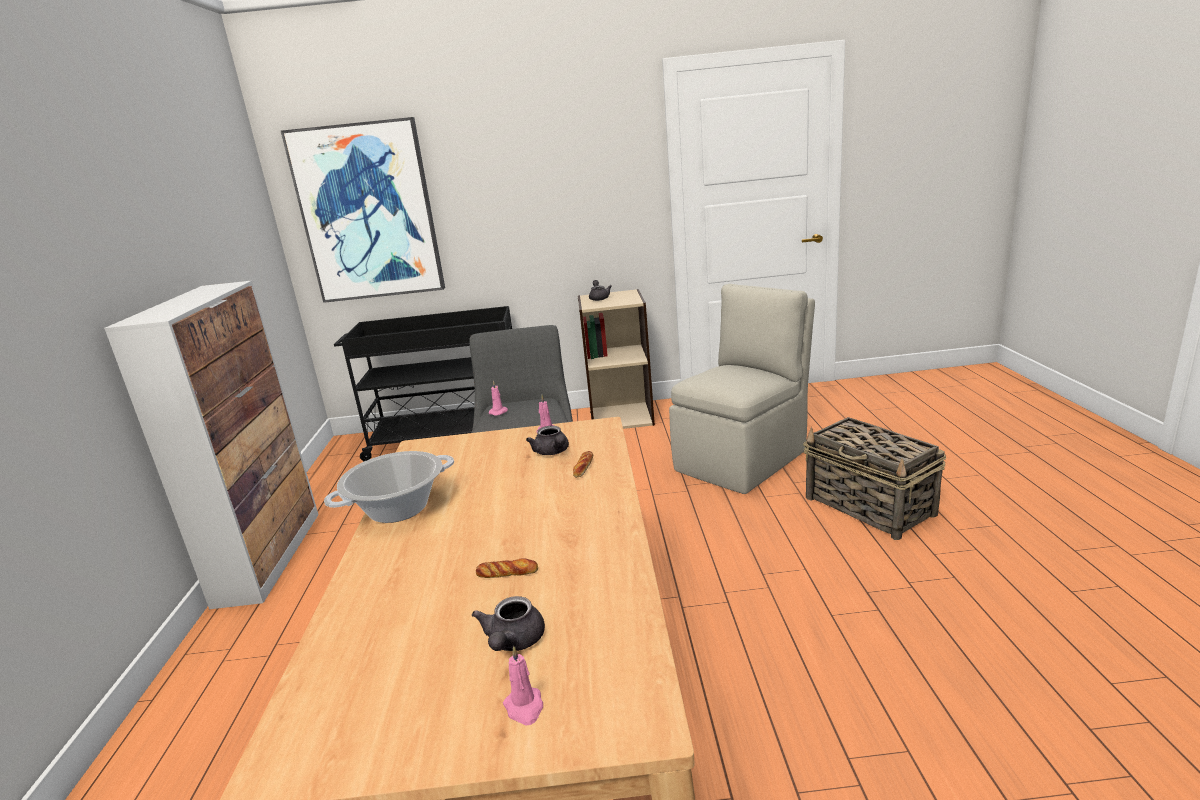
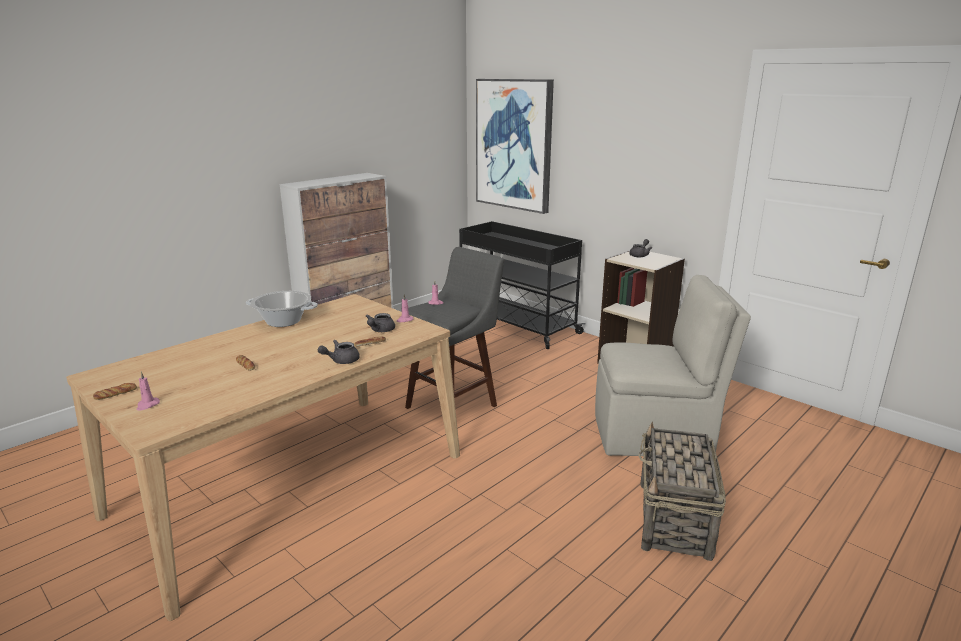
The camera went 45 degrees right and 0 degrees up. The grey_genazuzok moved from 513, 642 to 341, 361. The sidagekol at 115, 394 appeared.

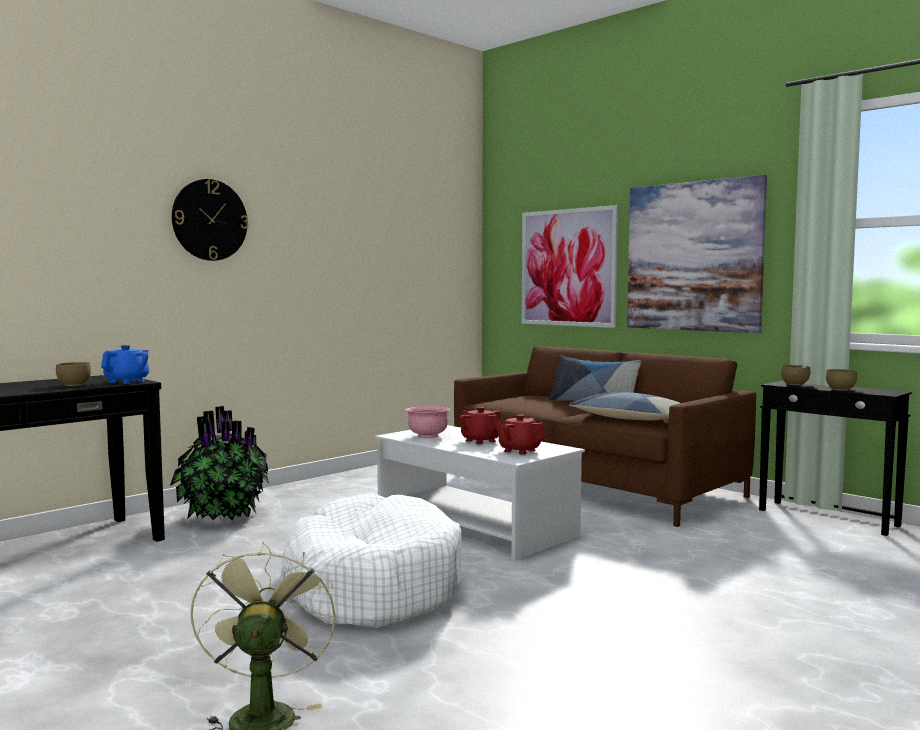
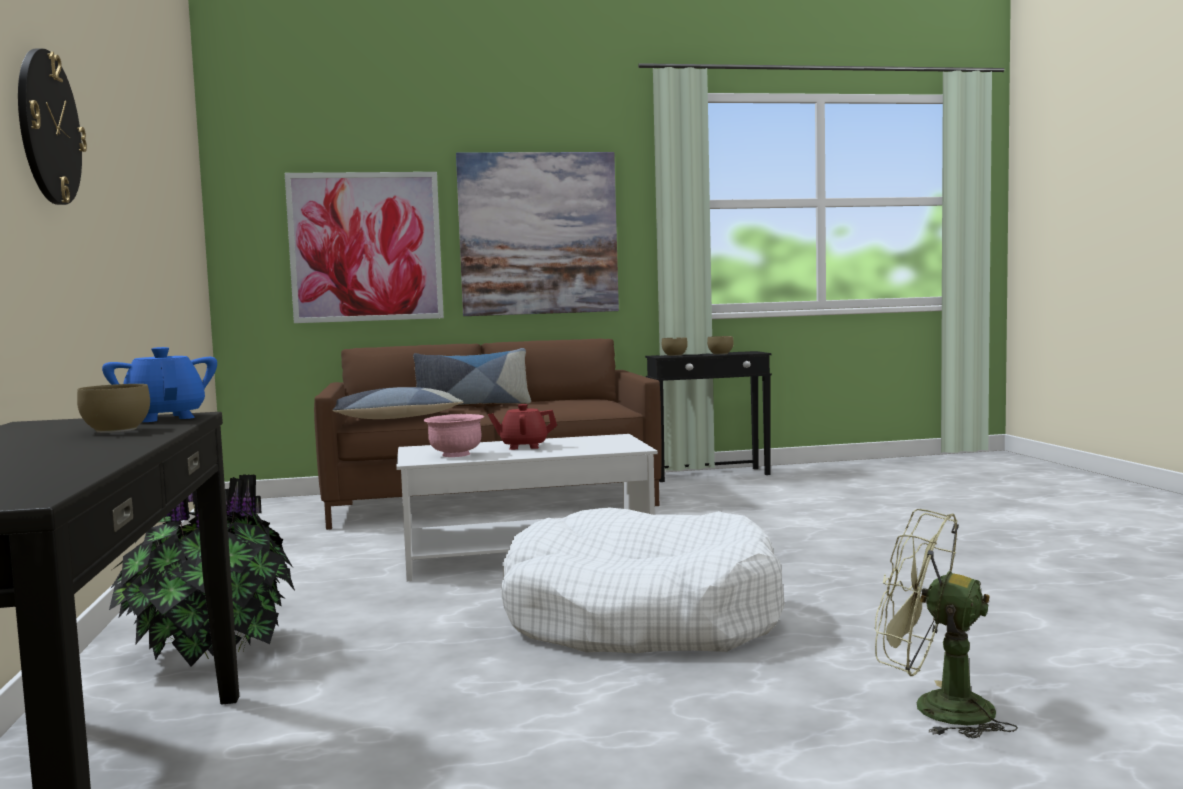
The camera went 55 degrees left and 0 degrees up. The red_genazuzok at 519, 451 disappeared. The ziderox moved from 629, 419 to 396, 418.

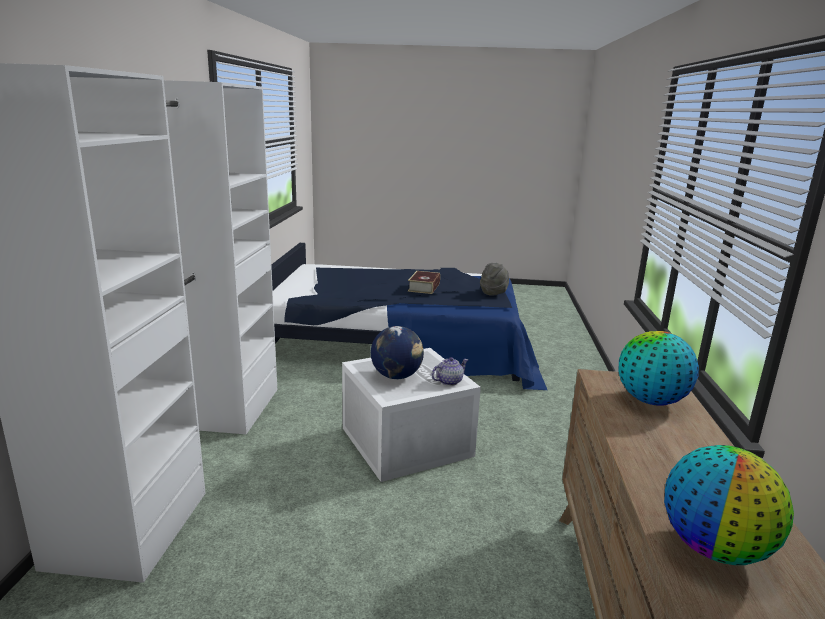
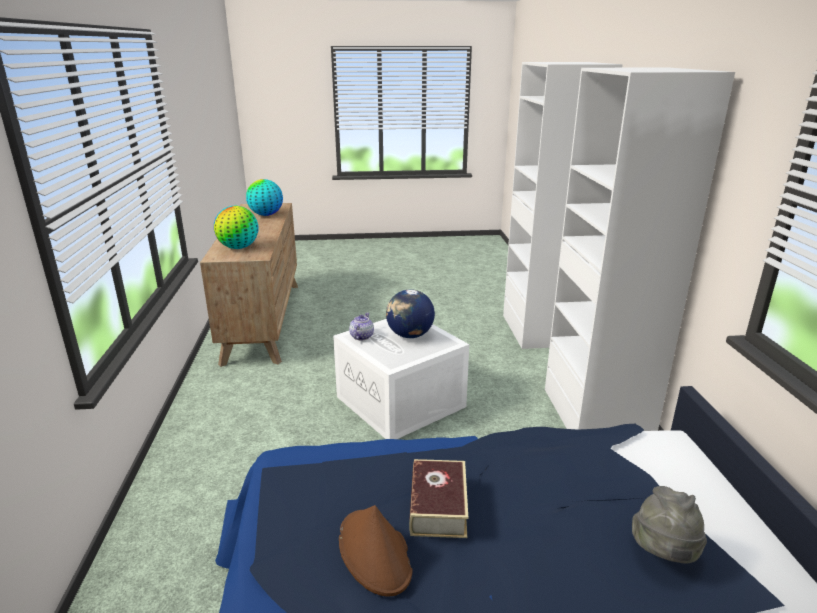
The camera went 170 degrees right and 5 degrees up. The genazuzok at 449, 381 turned 150 degrees clockwise. The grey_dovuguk moved from 493, 292 to 663, 554. The brown_dovuguk at 375, 552 appeared.

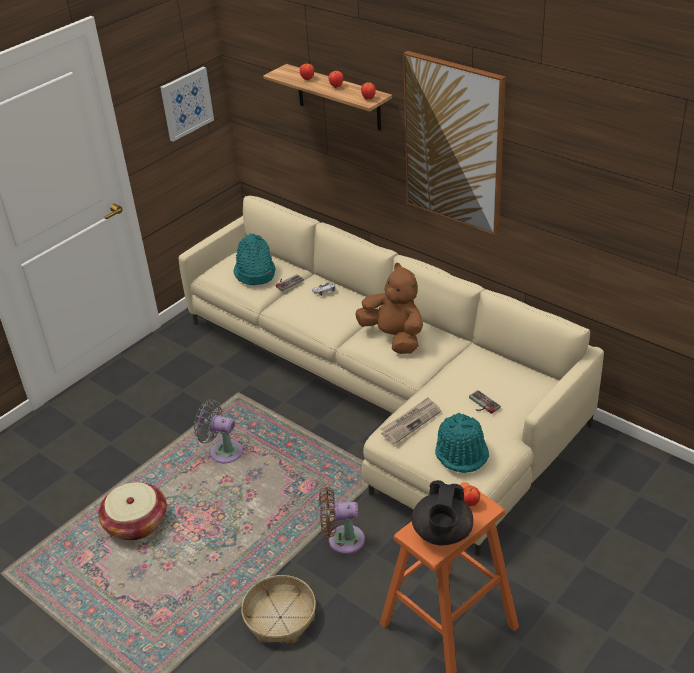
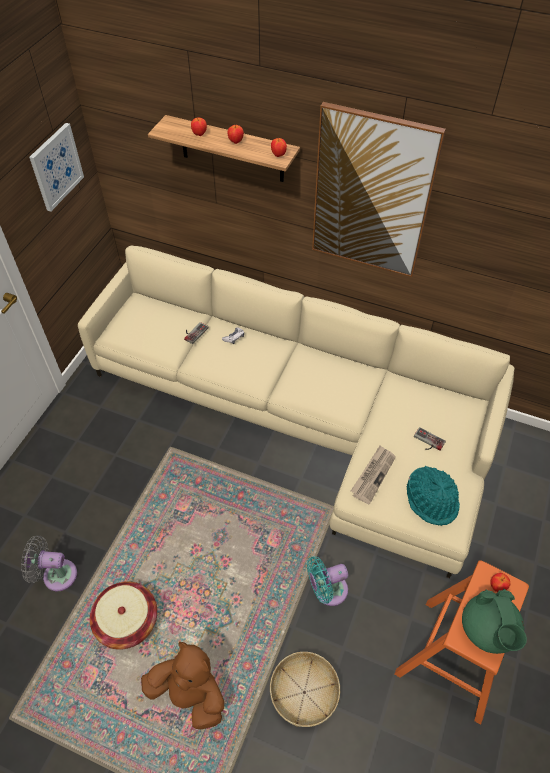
The camera went 20 degrees left and 15 degrees up. The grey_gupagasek moved from 223, 451 to 56, 575. The turquoise_dovuguk at 254, 273 disappeared. The brown_gupagasek at 342, 540 became the turquoise_gupagasek at 327, 590. The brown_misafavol moved from 394, 337 to 190, 694. The black_genazuzok at 442, 533 became the green_genazuzok at 488, 630.

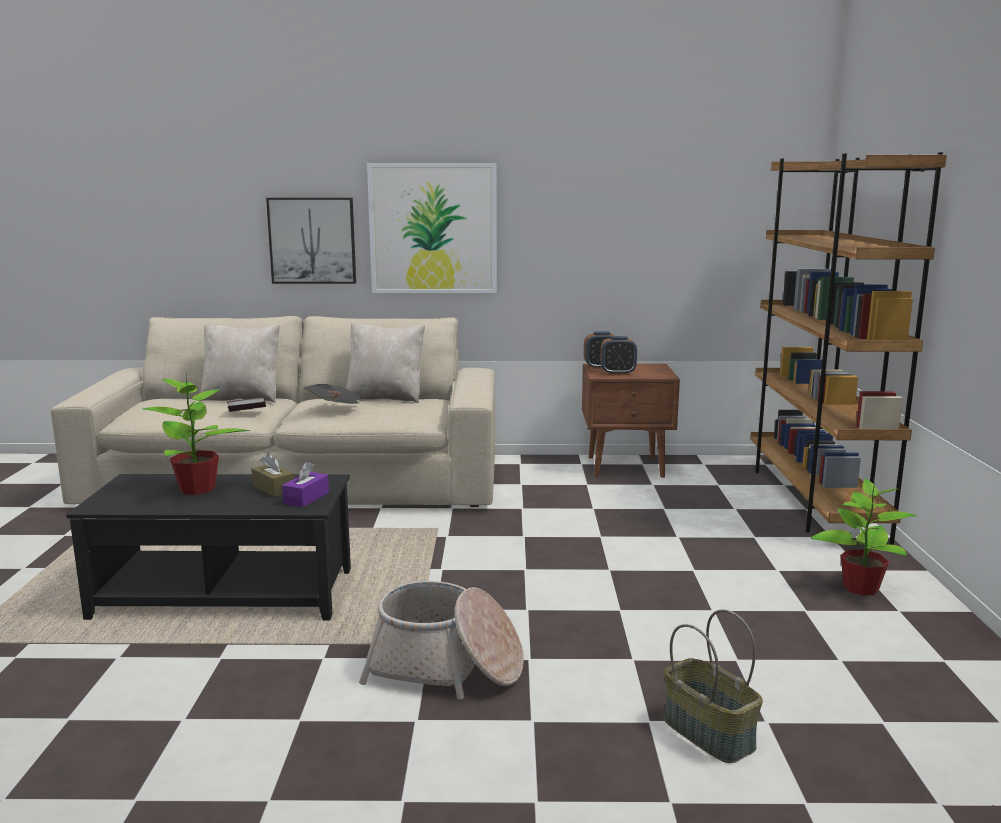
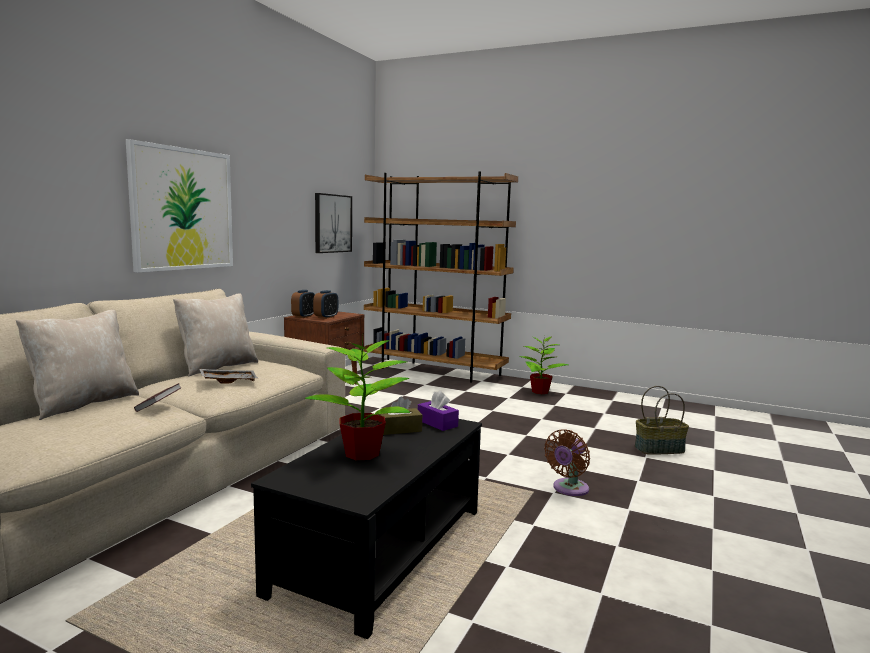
The camera went 65 degrees left and 5 degrees down. The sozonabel moved from 312, 240 to 332, 223. The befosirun at 336, 410 was replaced by the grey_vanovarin at 228, 381. The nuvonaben at 446, 667 was replaced by the brown_gupagasek at 568, 489.

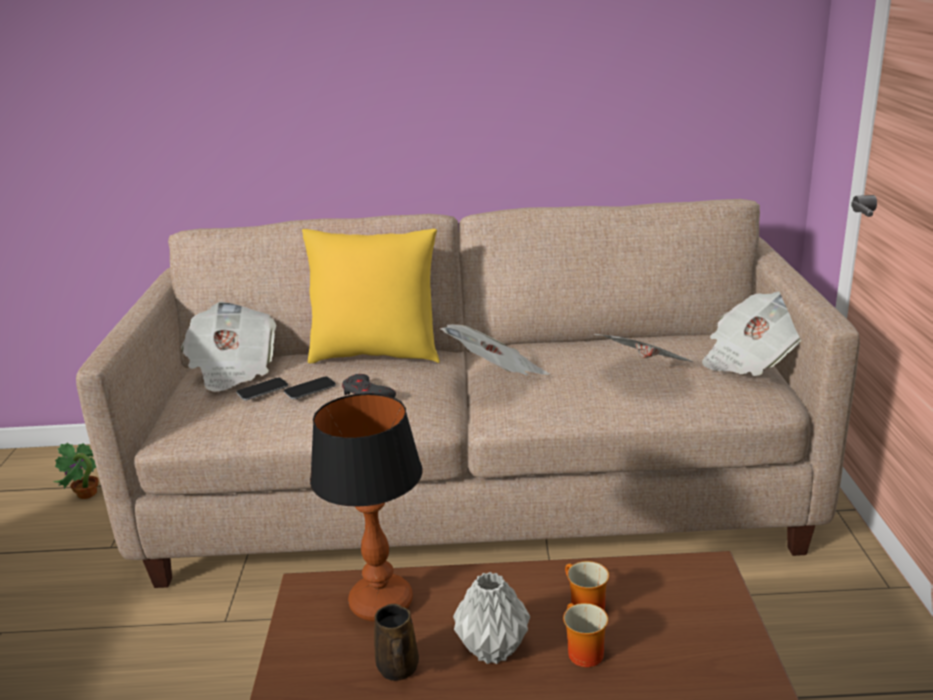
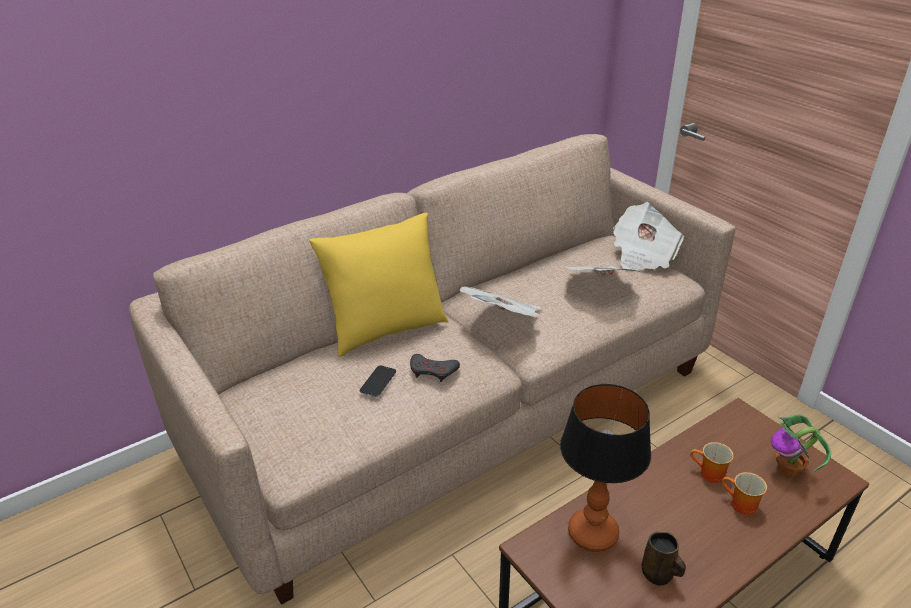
The camera went 35 degrees left and 10 degrees up. The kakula moved from 87, 494 to 789, 469. The befosirun at 233, 369 disappeared. The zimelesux at 262, 390 disappeared. The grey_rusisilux at 491, 651 disappeared.

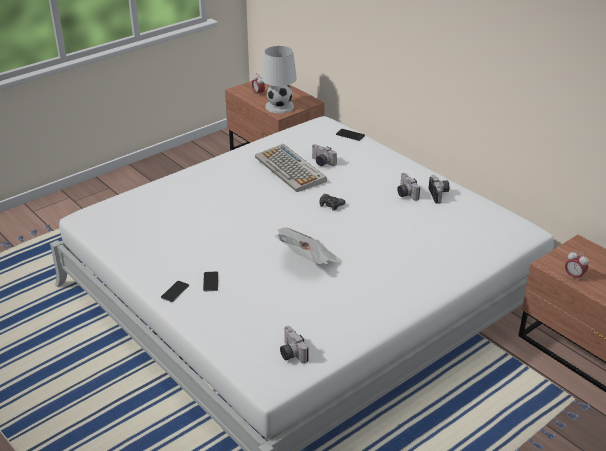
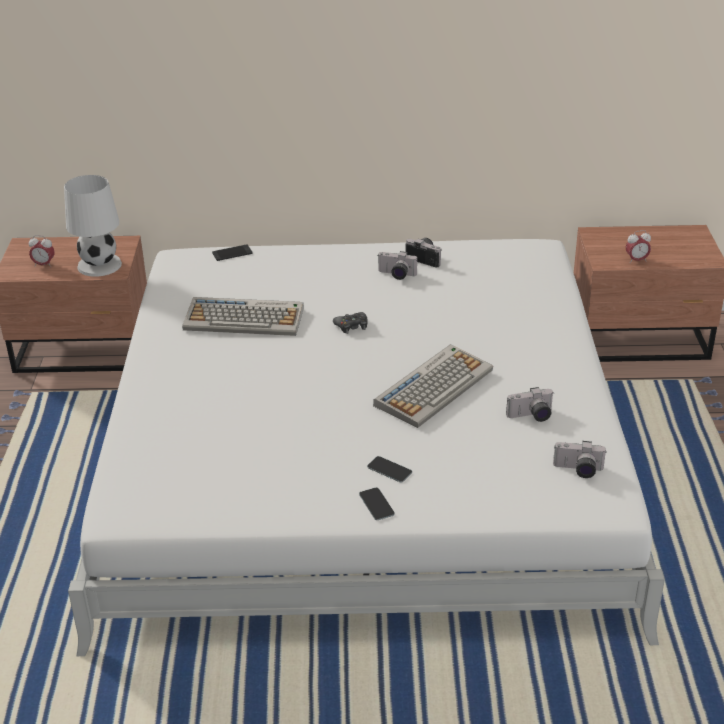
The camera went 50 degrees left and 0 degrees up. The befosirun at 308, 260 was replaced by the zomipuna at 434, 386. The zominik moved from 321, 162 to 531, 416.

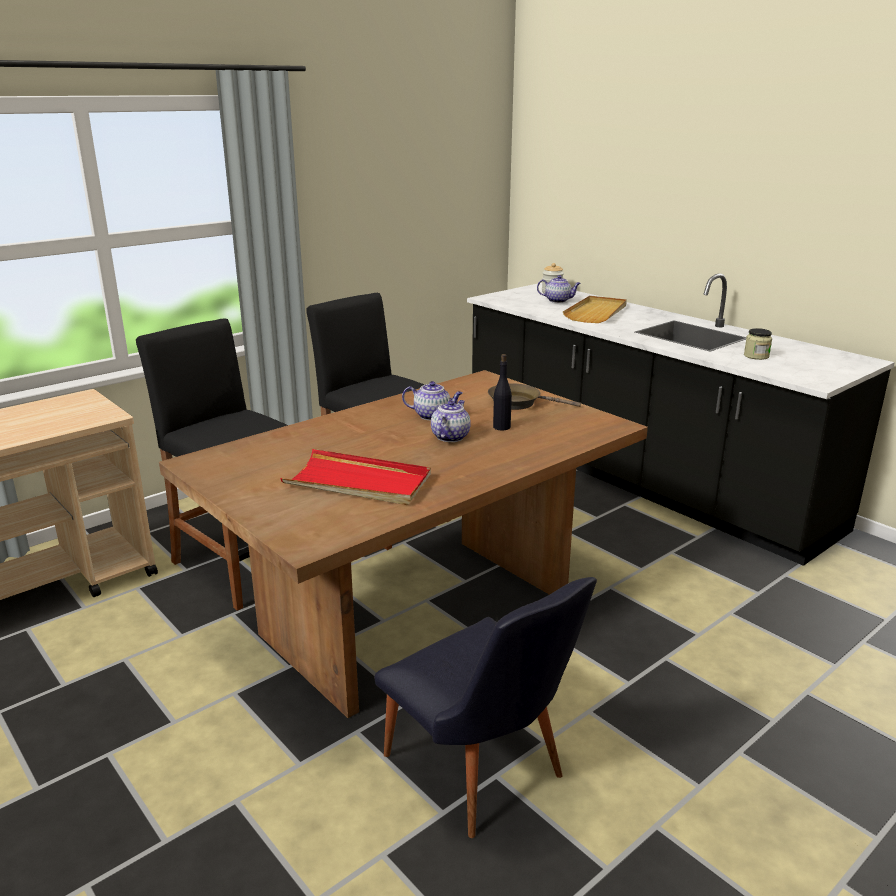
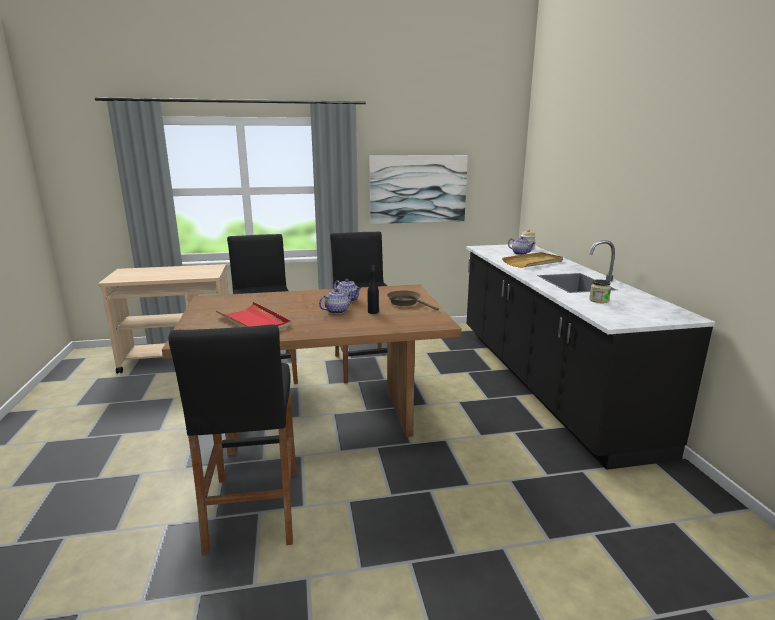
The camera went 30 degrees right and 5 degrees down. The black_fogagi at 483, 776 was replaced by the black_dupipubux at 253, 509. The sozonabel at 418, 189 appeared.

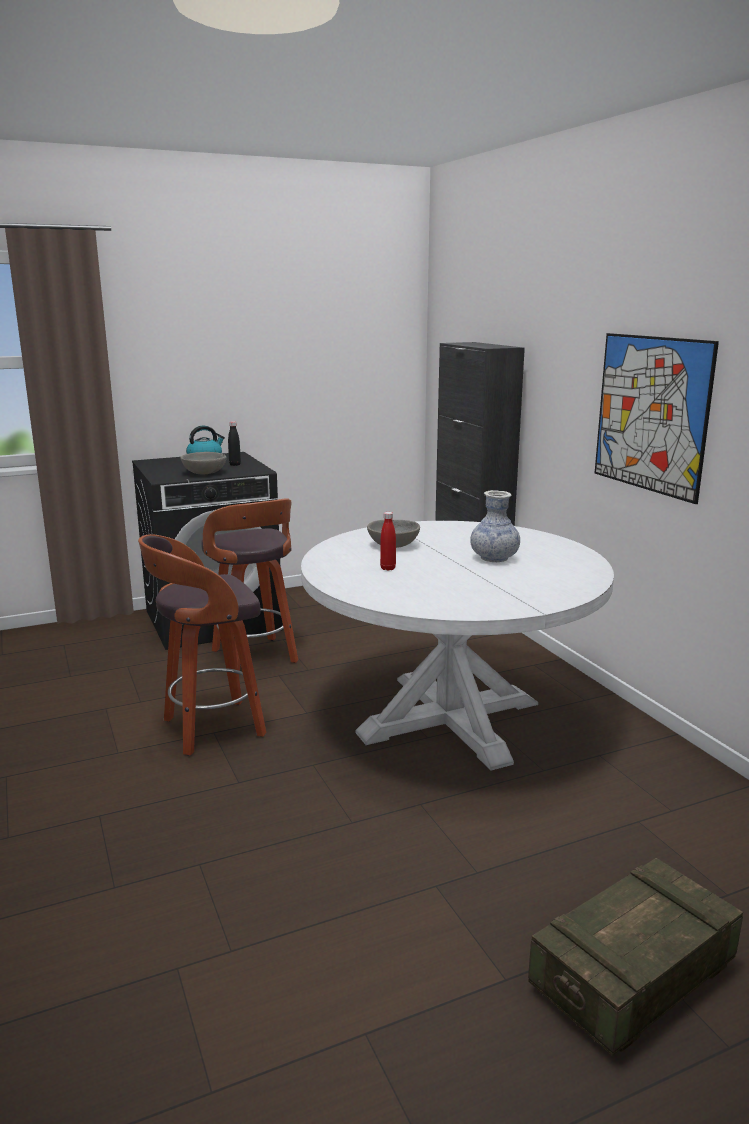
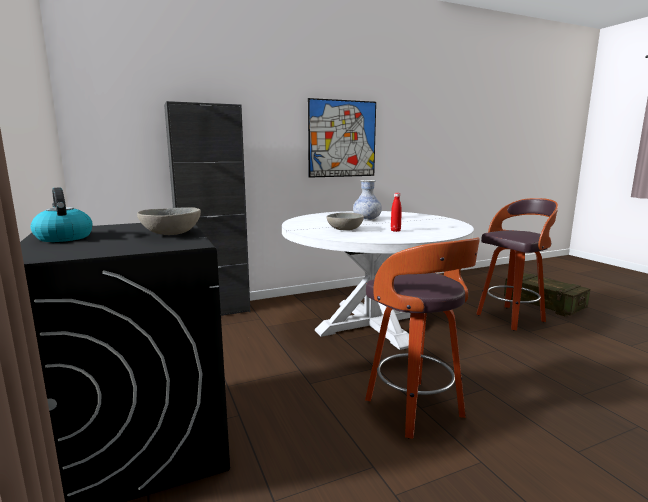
The camera went 90 degrees left and 5 degrees down. The dupipubux moved from 255, 658 to 511, 318. The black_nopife at 235, 464 disappeared.

